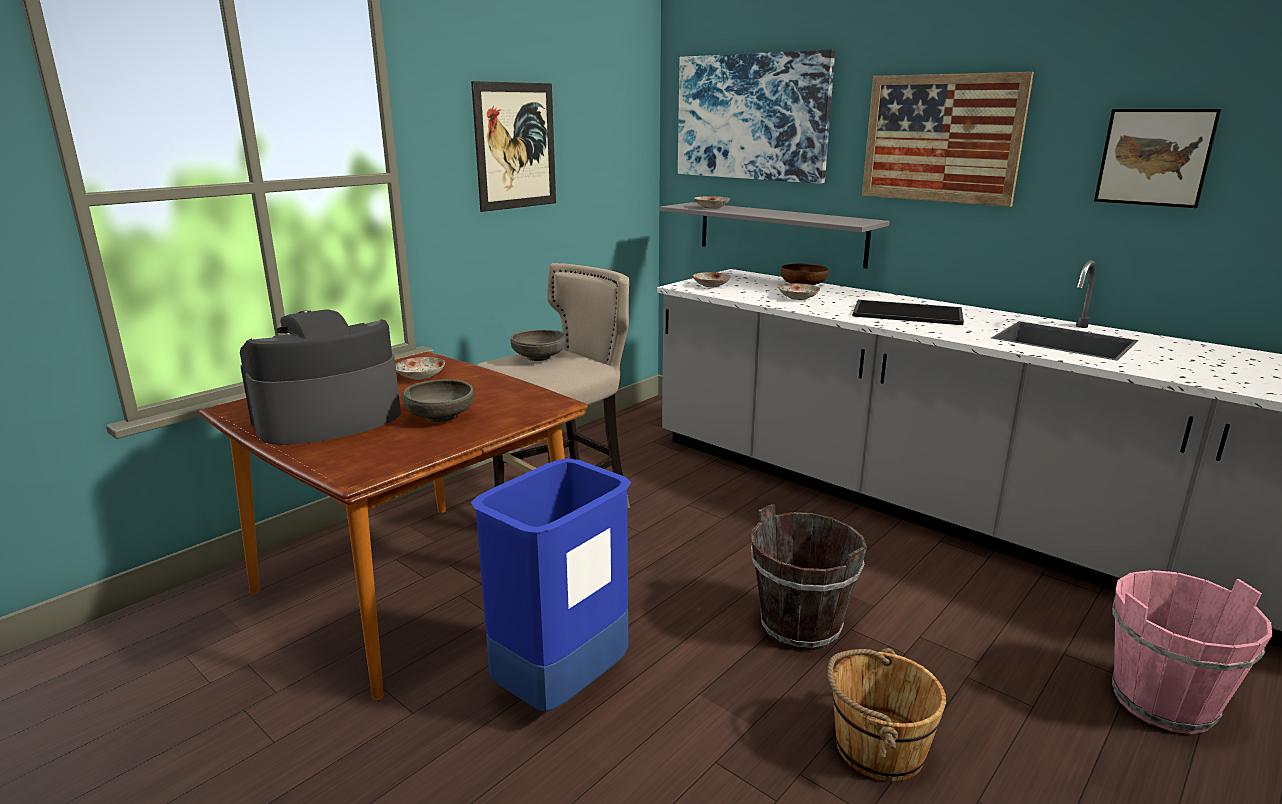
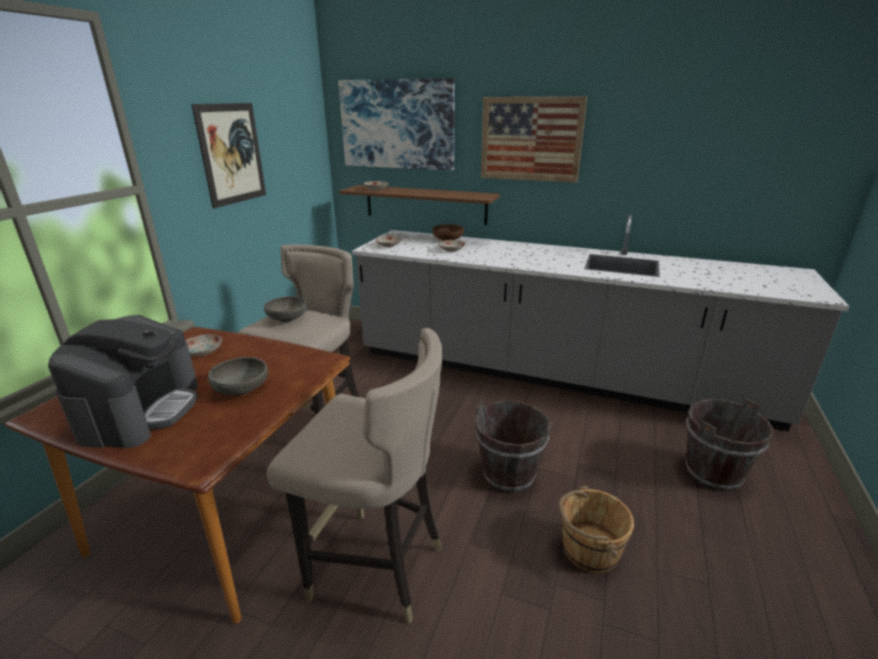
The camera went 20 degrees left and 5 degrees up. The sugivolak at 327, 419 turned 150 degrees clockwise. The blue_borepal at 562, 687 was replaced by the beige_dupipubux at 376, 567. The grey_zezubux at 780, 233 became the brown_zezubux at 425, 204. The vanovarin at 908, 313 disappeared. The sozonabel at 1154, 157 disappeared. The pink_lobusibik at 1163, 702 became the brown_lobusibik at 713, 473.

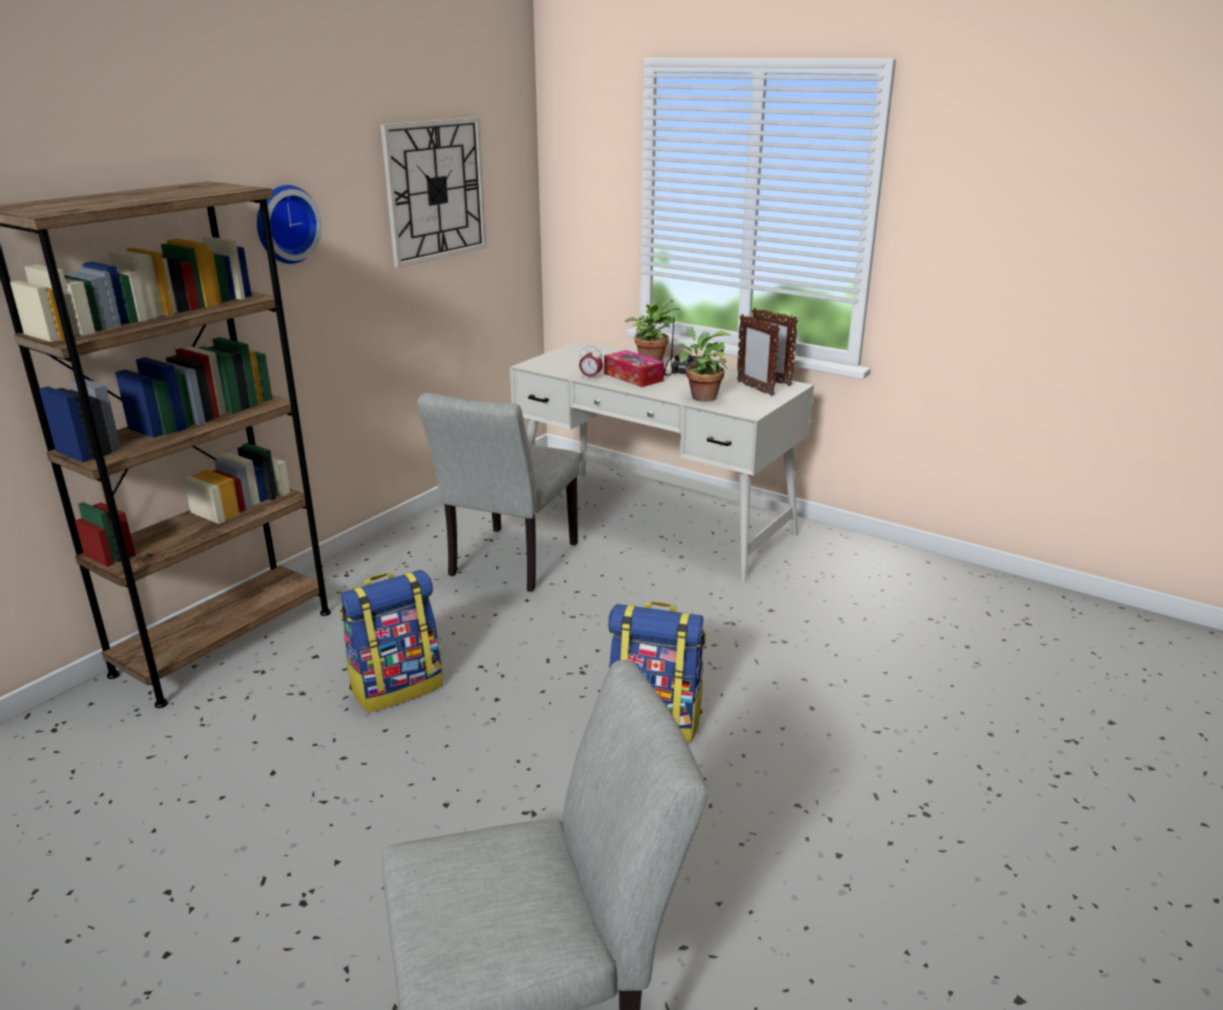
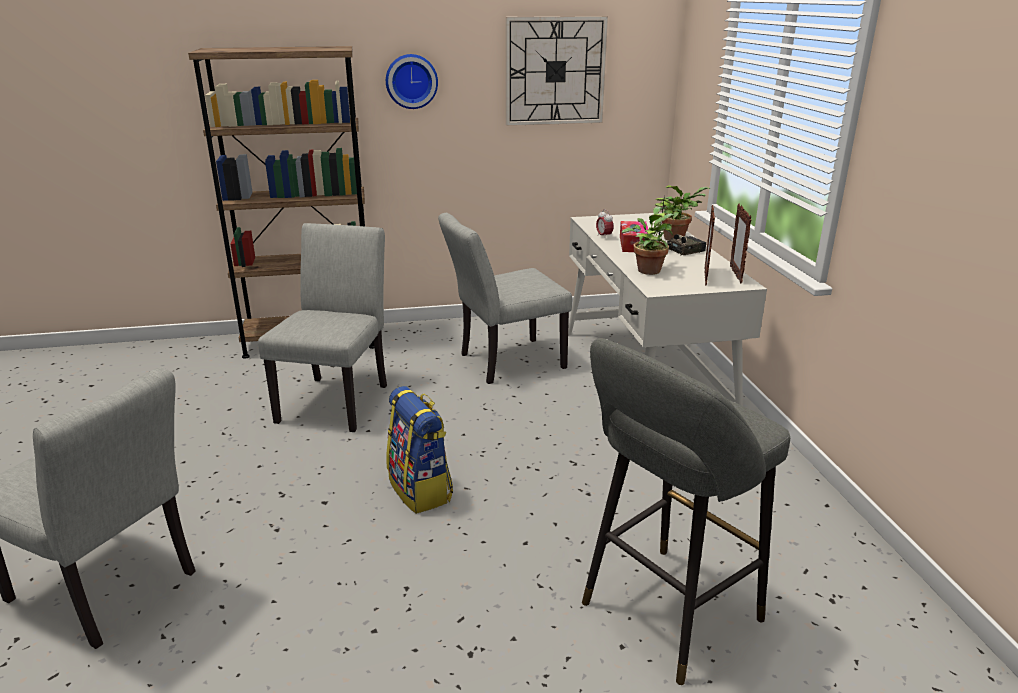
The camera went 45 degrees right and 0 degrees up. The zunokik at 397, 687 was replaced by the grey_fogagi at 338, 399. The grey_dupipubux at 664, 616 appeared.

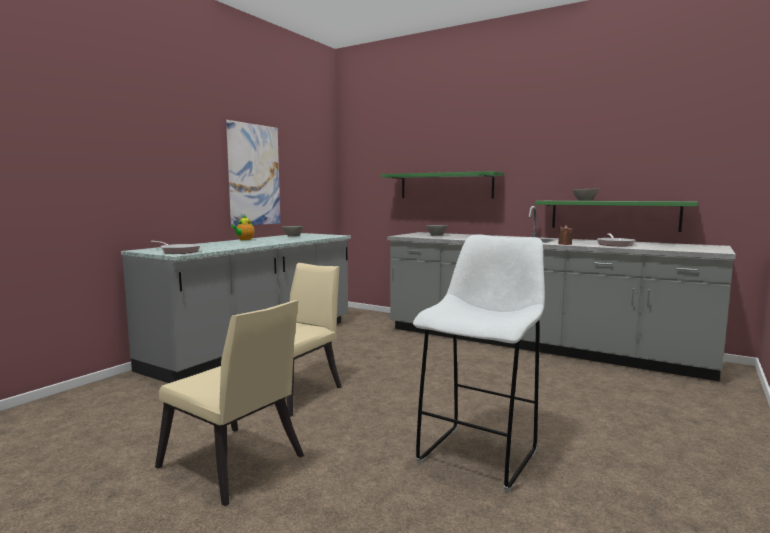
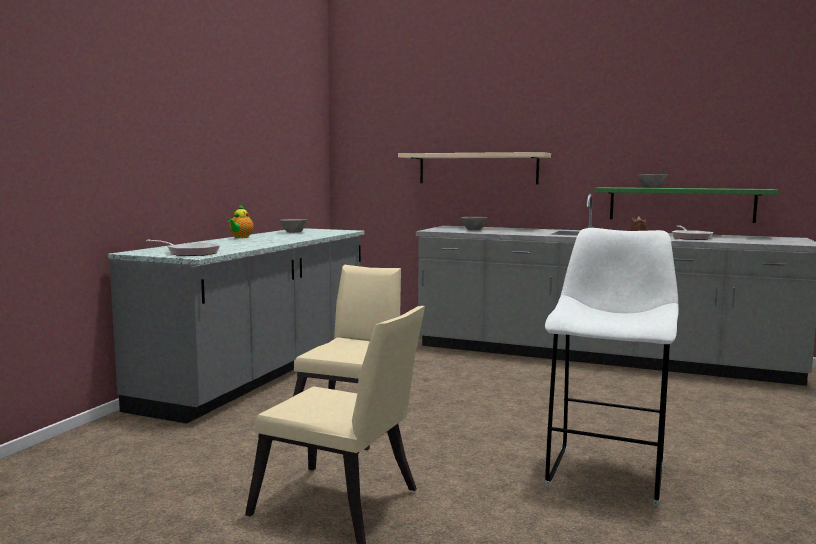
The camera went 10 degrees left and 0 degrees up. The sozonabel at 254, 175 disappeared. The green_zezubux at 446, 186 became the beige_zezubux at 477, 168.

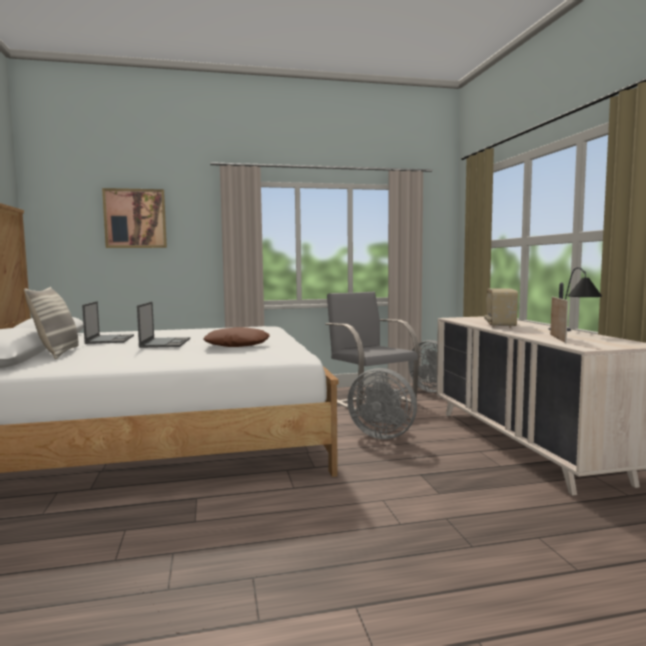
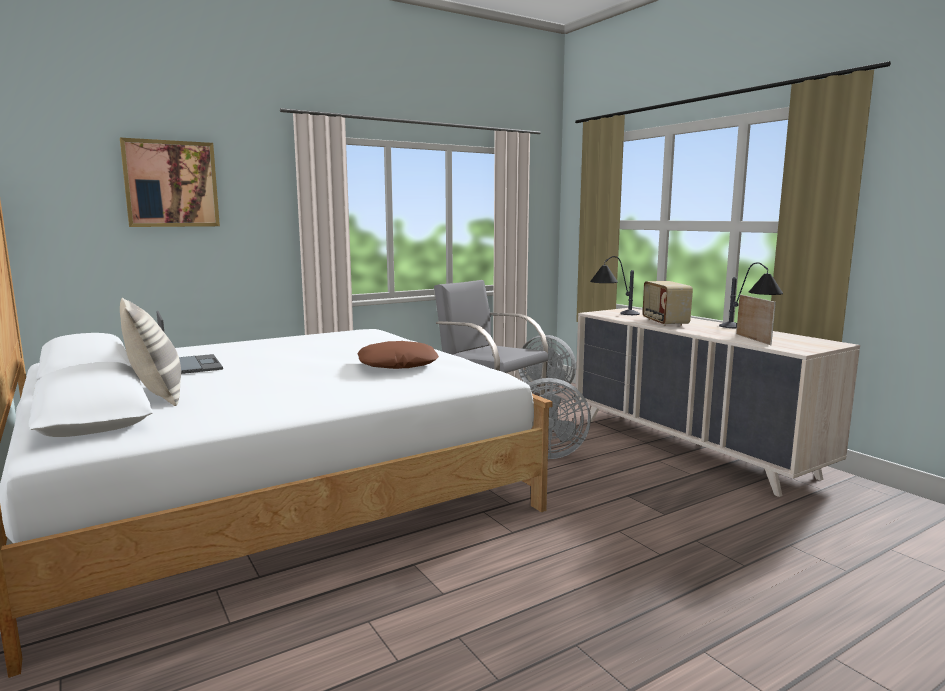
The camera went 20 degrees left and 5 degrees up. The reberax at 165, 343 disappeared. The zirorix at 613, 314 appeared.

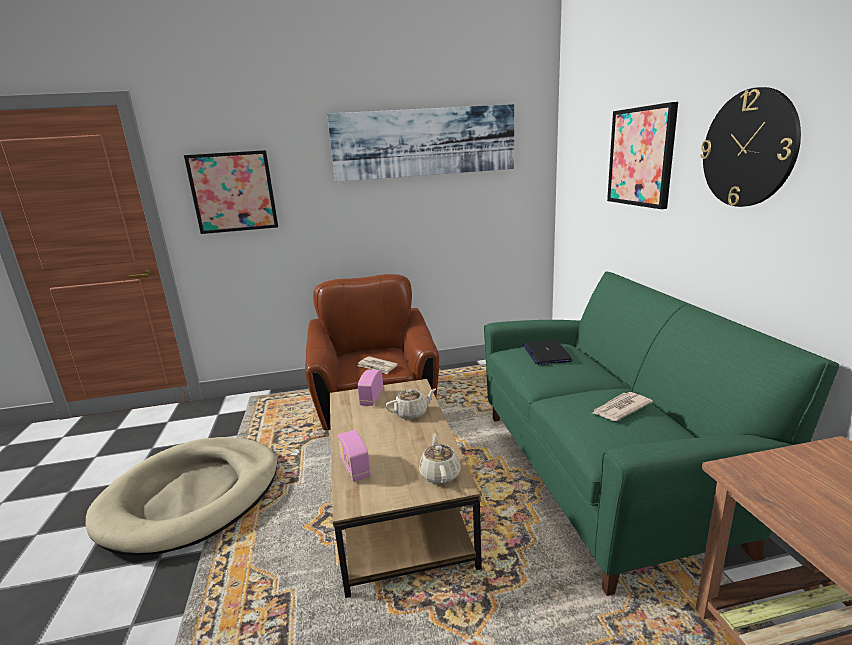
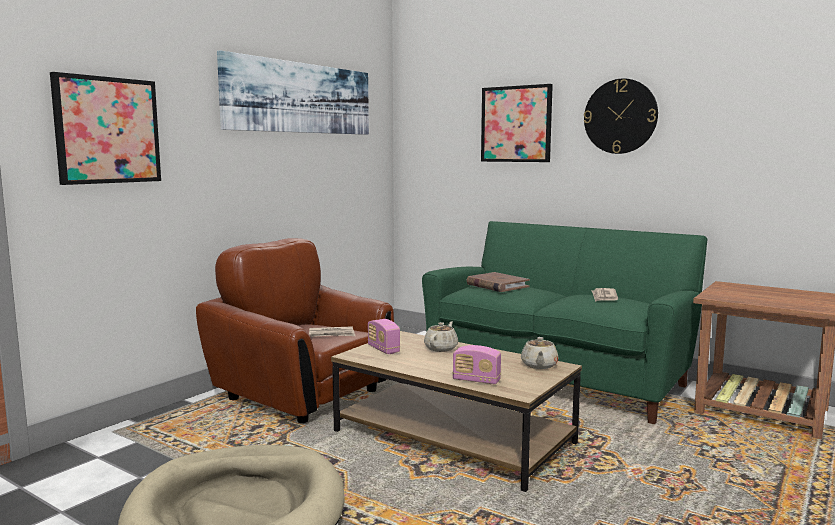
The camera went 45 degrees left and 10 degrees down. The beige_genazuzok at 440, 474 turned 120 degrees counterclockwise. The reberax at 546, 353 was replaced by the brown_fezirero at 497, 285.

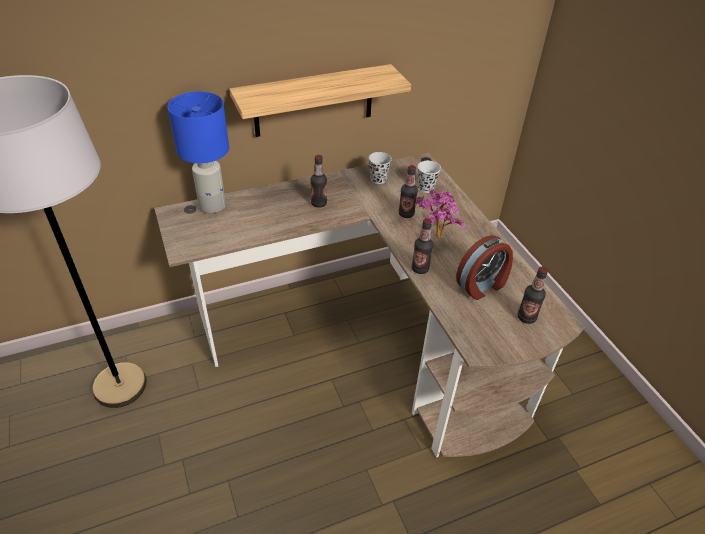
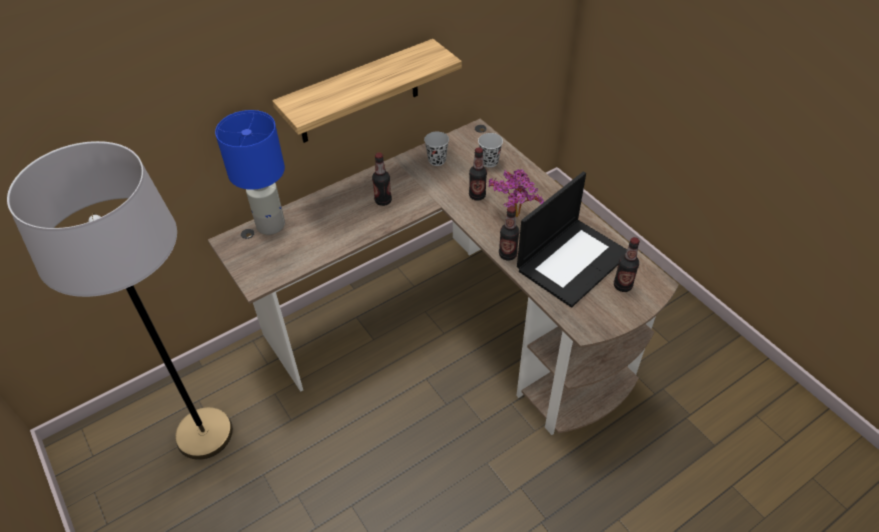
The camera went 10 degrees left and 5 degrees up. The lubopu at 482, 285 was replaced by the reberax at 573, 260.

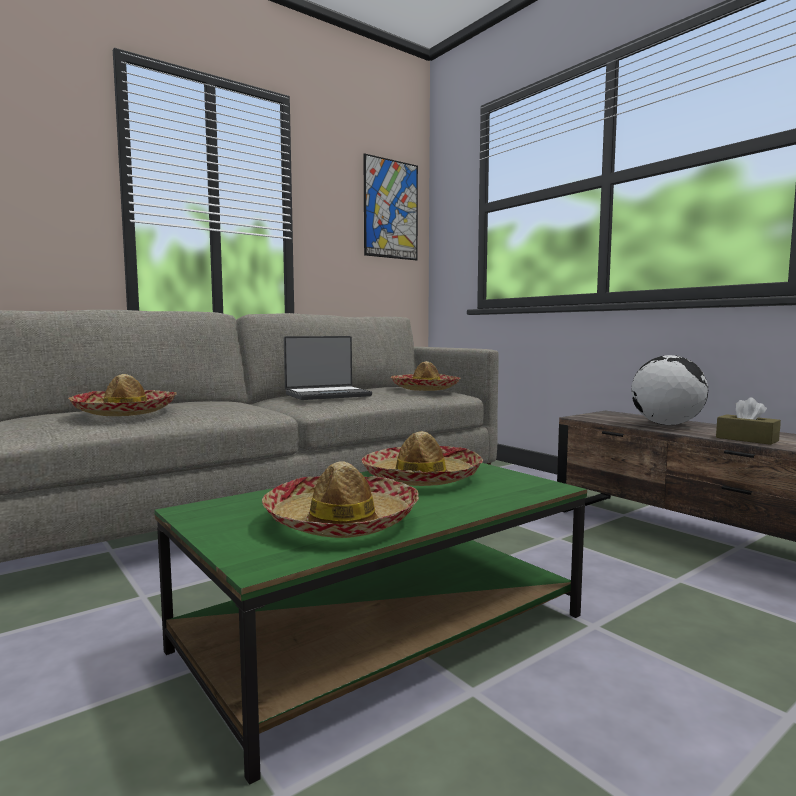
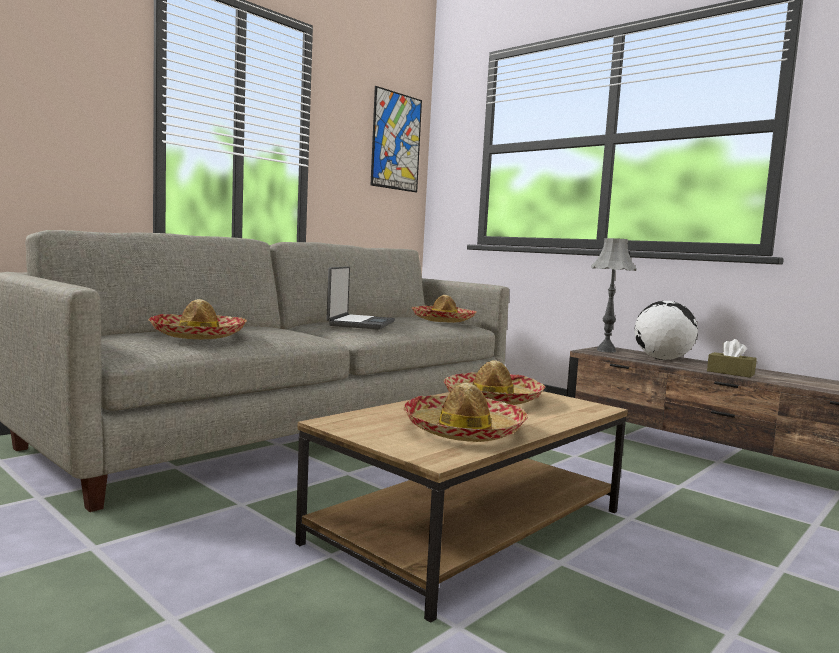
The camera went 10 degrees left and 0 degrees up. The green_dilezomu at 386, 631 became the brown_dilezomu at 471, 525. The reberax at 327, 395 turned 45 degrees counterclockwise. The grey_zirorix at 606, 351 appeared.

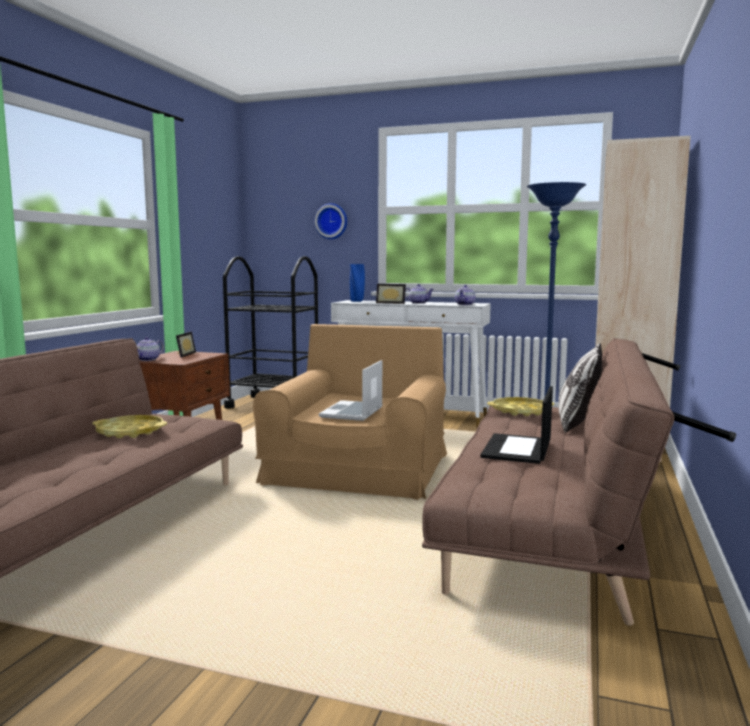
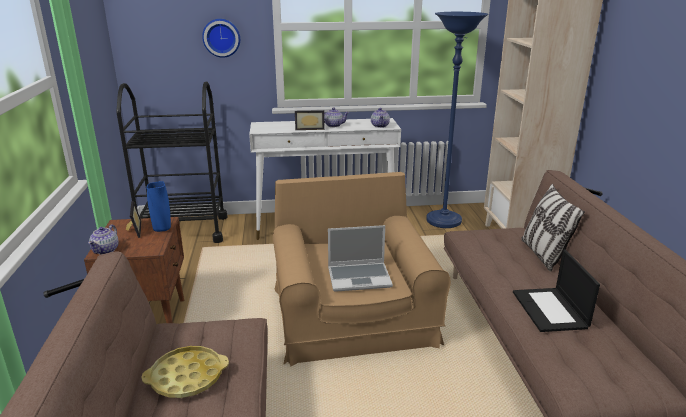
The camera went 25 degrees left and 15 degrees up. The reberax at 352, 412 turned 90 degrees counterclockwise. The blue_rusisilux moved from 357, 301 to 162, 229. The yellow_vanovarin at 520, 411 disappeared.

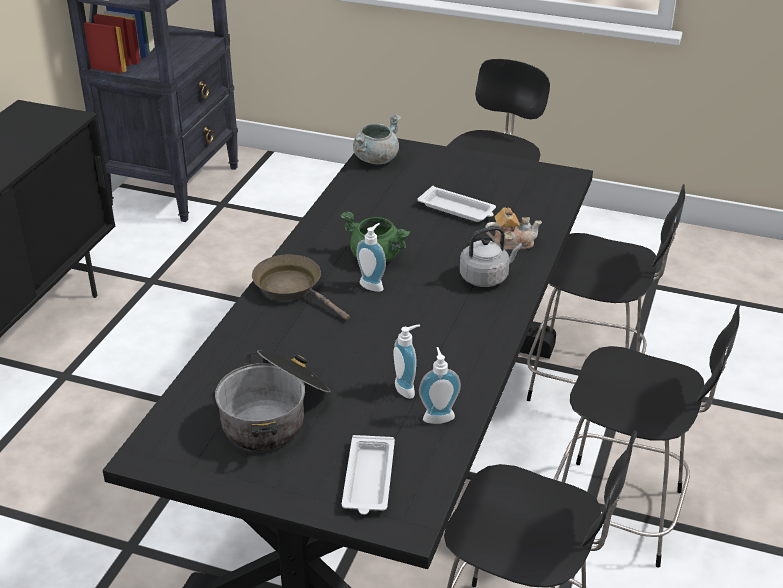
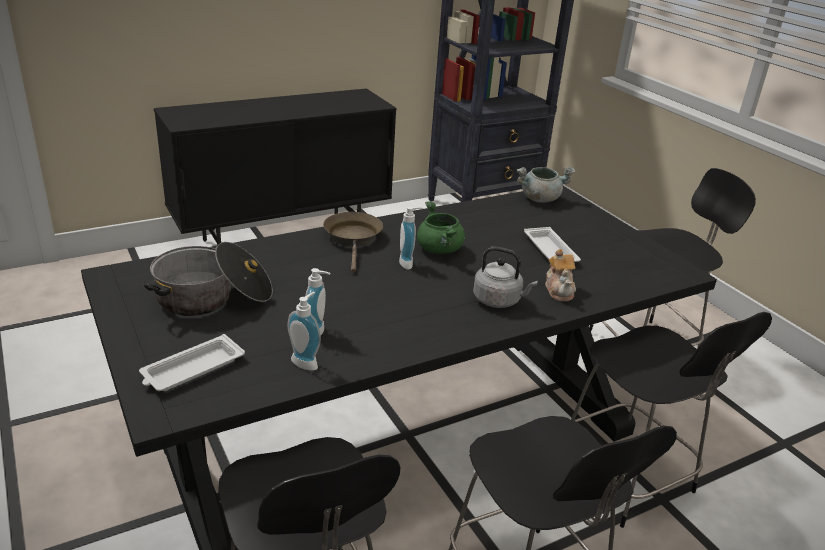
The camera went 40 degrees right and 5 degrees down. The genazuzok at 512, 242 turned 45 degrees clockwise.

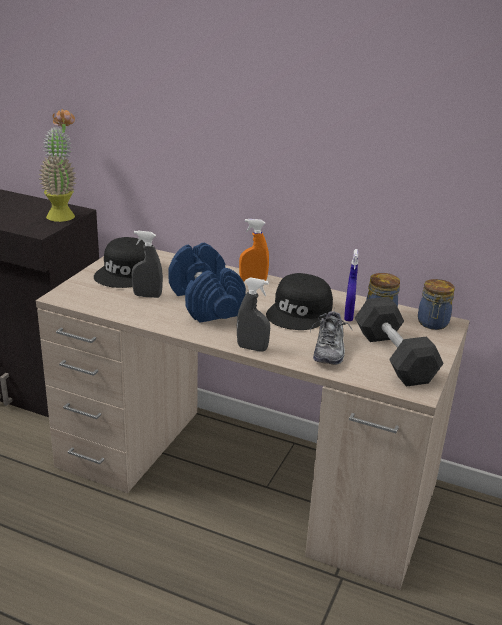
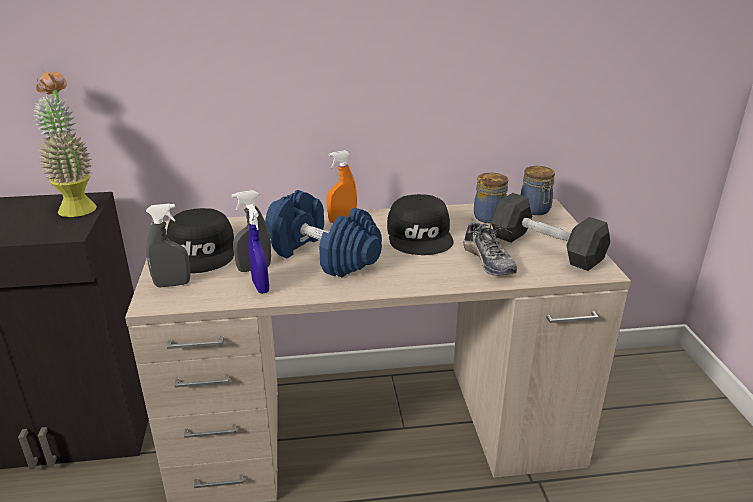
The camera went 30 degrees left and 0 degrees up. The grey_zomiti moved from 252, 348 to 172, 284. The blue_zomiti moved from 348, 316 to 260, 287.

